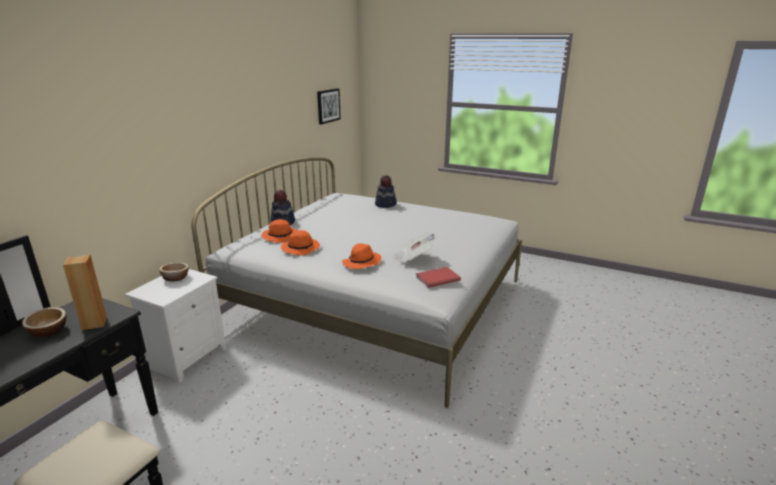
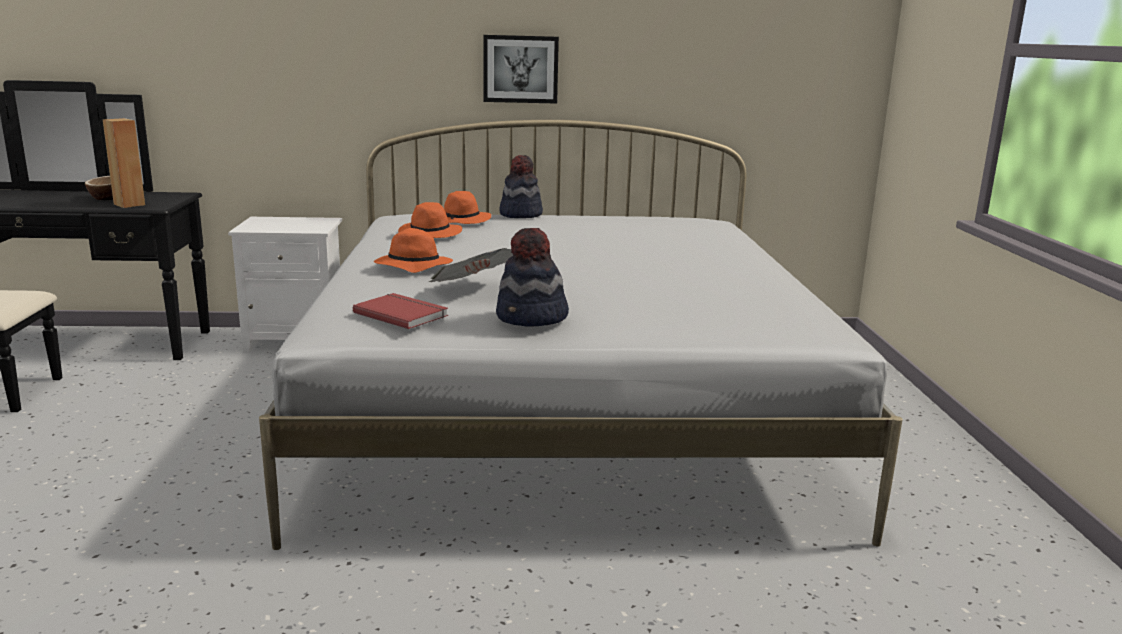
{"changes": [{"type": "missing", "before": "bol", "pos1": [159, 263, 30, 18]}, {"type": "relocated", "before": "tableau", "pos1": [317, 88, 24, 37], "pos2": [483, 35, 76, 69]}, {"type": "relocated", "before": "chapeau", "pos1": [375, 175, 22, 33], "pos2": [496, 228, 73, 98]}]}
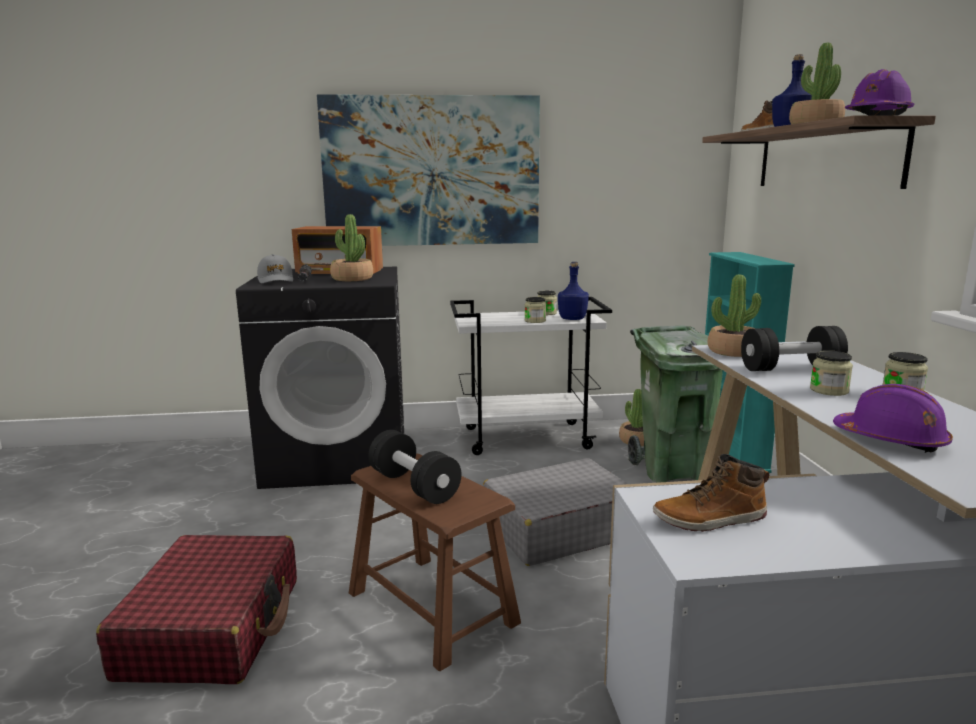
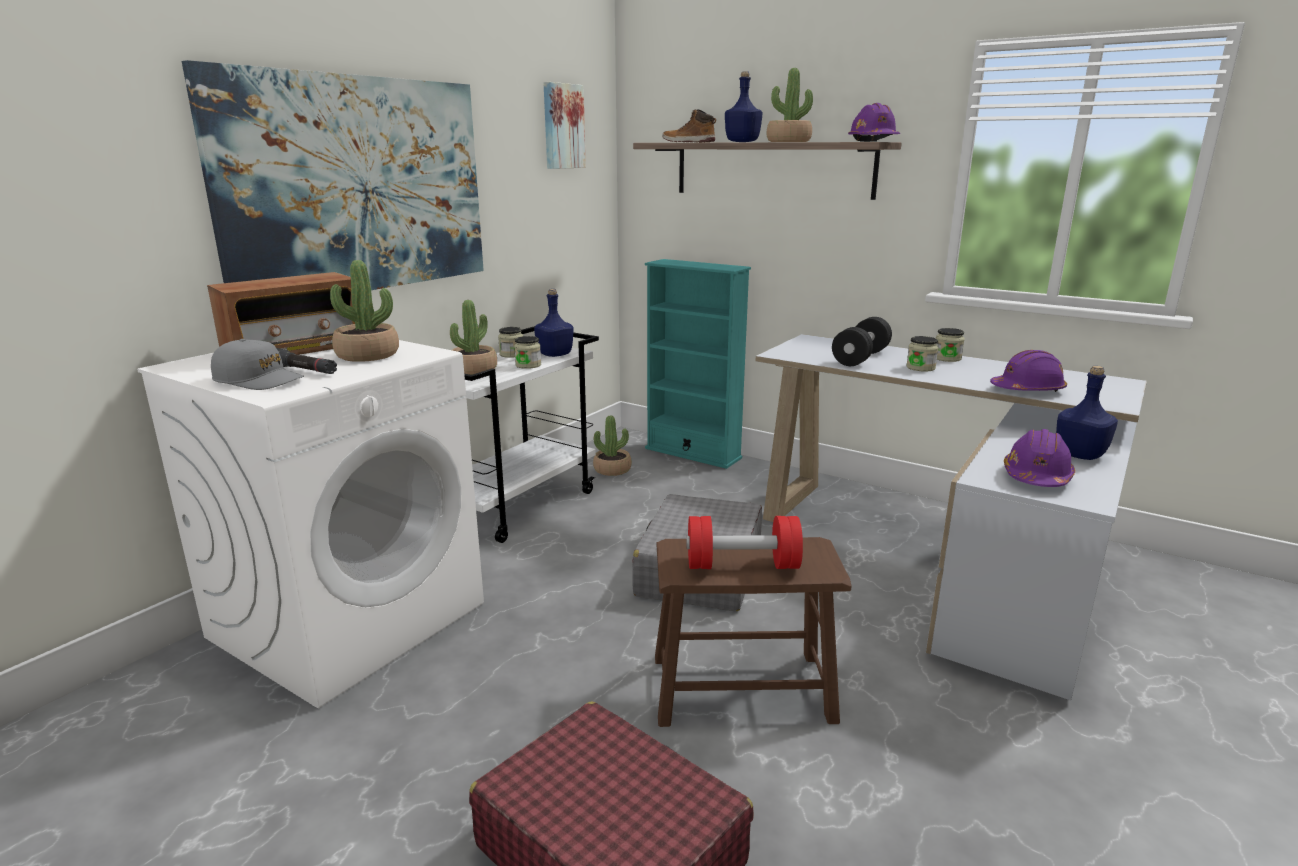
{"changes": [{"type": "missing", "before": "poubelle [vert]", "pos1": [628, 325, 95, 158]}, {"type": "appeared", "after": "tableau", "pos2": [543, 82, 43, 87]}, {"type": "appeared", "after": "bouteille [bleu]", "pos2": [1056, 366, 62, 94]}, {"type": "relocated", "before": "plante en pot", "pos1": [708, 275, 53, 82], "pos2": [450, 300, 47, 75]}, {"type": "exchanged", "before": "botte", "after": "casque de chantier [violet]", "pos1": [653, 454, 116, 78], "pos2": [1004, 429, 71, 58]}, {"type": "colour", "before": "lave-linge [noir]", "after": "lave-linge [blanc]", "pos1": [236, 267, 168, 222], "pos2": [137, 340, 347, 368]}, {"type": "colour", "before": "haltère [noir]", "after": "haltère [rouge]", "pos1": [368, 430, 94, 74], "pos2": [686, 516, 117, 53]}]}
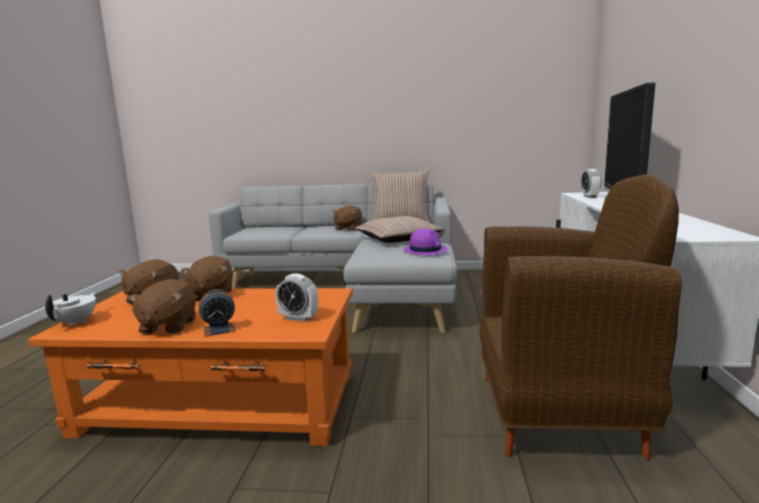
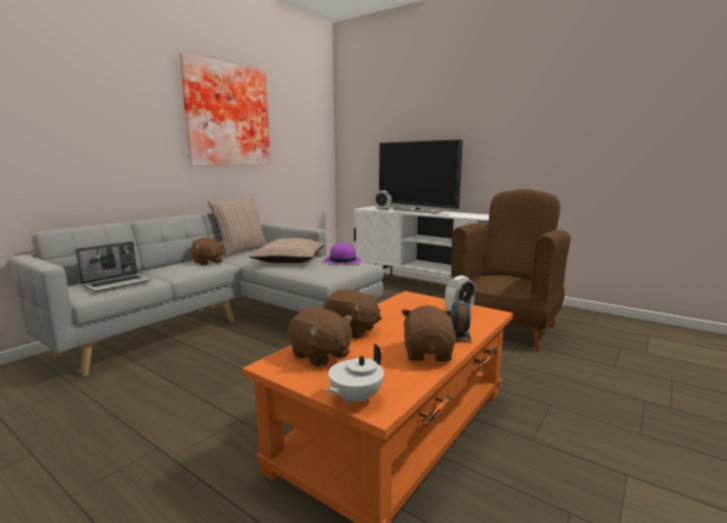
{"changes": [{"type": "appeared", "after": "ordinateur portable", "pos2": [76, 241, 76, 51]}, {"type": "appeared", "after": "tableau", "pos2": [179, 53, 92, 112]}, {"type": "spun", "before": "théière [blanc]", "pos1": [45, 292, 51, 35], "pos2": [325, 344, 59, 60], "turn": -90}, {"type": "spun", "before": "peluche [marron]", "pos1": [128, 279, 68, 55], "pos2": [401, 306, 55, 56], "turn": -120}]}
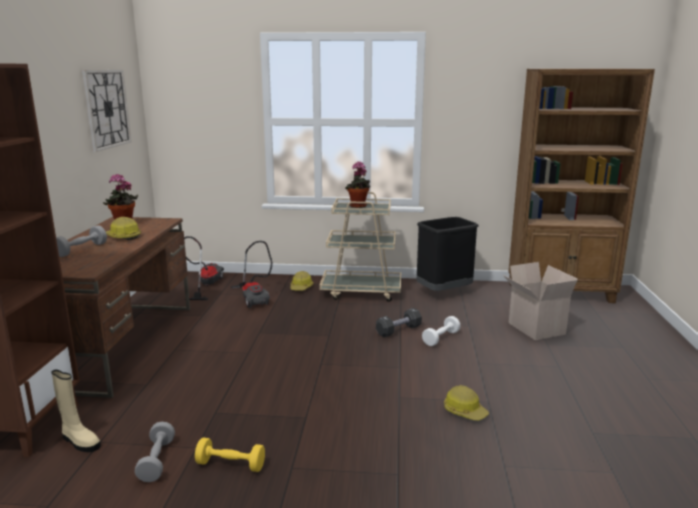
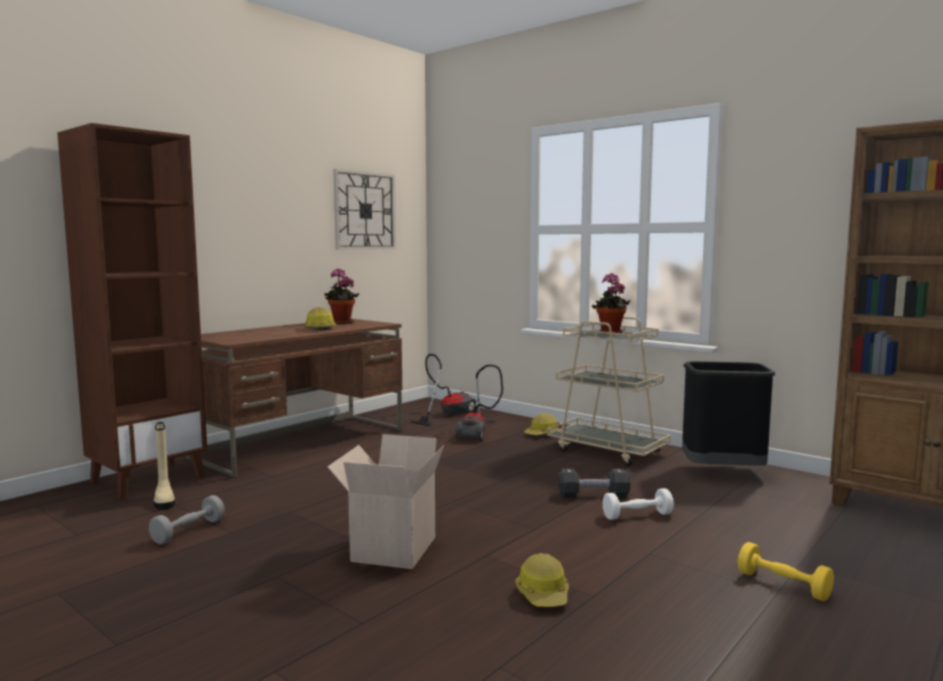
{"changes": [{"type": "missing", "before": "haltère [gris]", "pos1": [56, 225, 51, 32]}, {"type": "relocated", "before": "haltère [jaune]", "pos1": [195, 438, 70, 34], "pos2": [738, 542, 96, 59]}, {"type": "relocated", "before": "carton", "pos1": [503, 262, 75, 78], "pos2": [328, 434, 116, 135]}]}
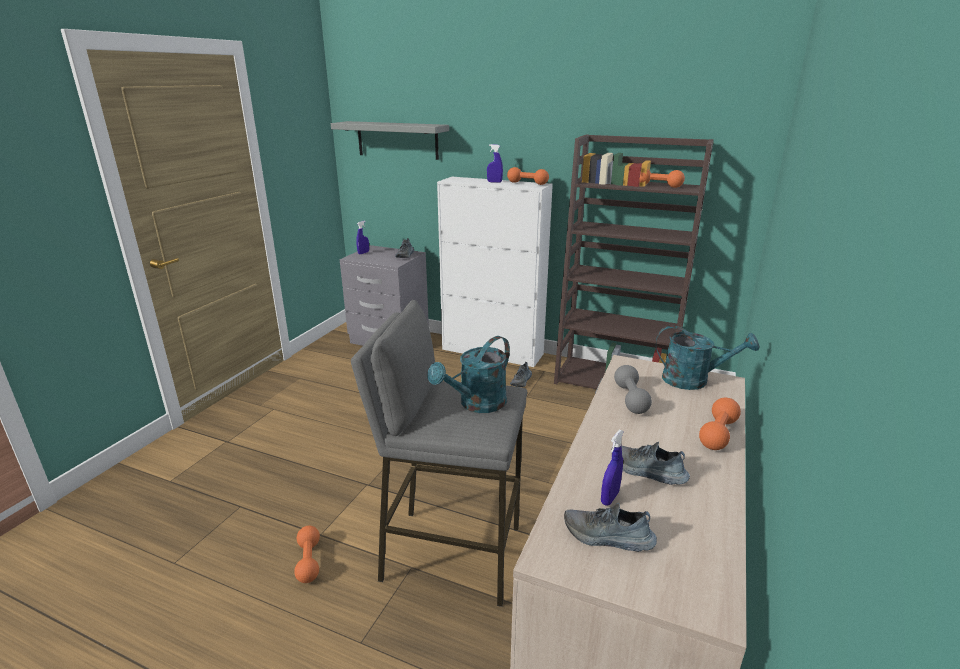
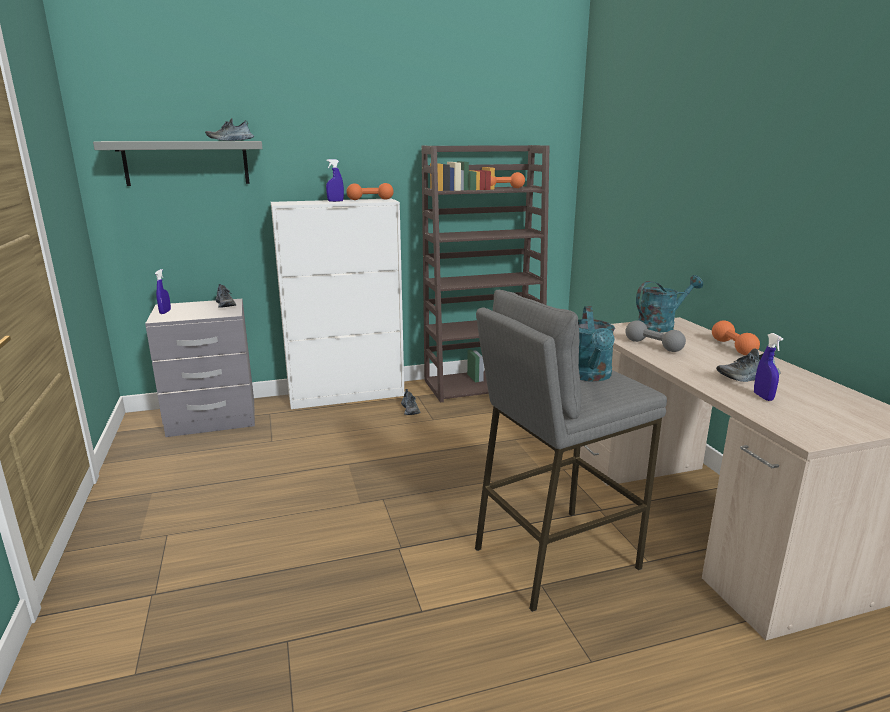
{"changes": [{"type": "missing", "before": "haltère [orange]", "pos1": [294, 525, 26, 58]}, {"type": "relocated", "before": "chaussure", "pos1": [564, 503, 93, 49], "pos2": [205, 118, 49, 23]}]}
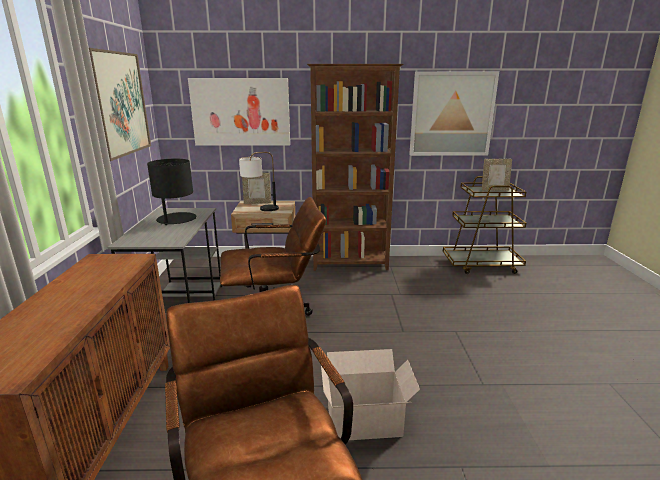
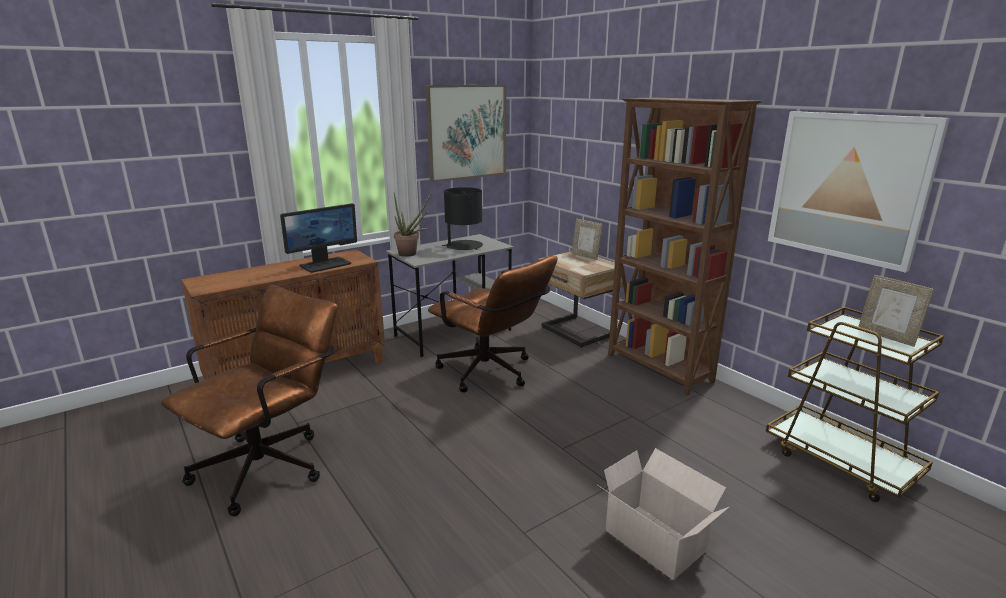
{"changes": [{"type": "missing", "before": "tableau", "pos1": [188, 78, 102, 68]}, {"type": "missing", "before": "lampe de table", "pos1": [239, 152, 40, 59]}, {"type": "appeared", "after": "écran d'ordinateur", "pos2": [280, 203, 77, 70]}, {"type": "appeared", "after": "plante en pot", "pos2": [394, 192, 39, 65]}, {"type": "relocated", "before": "carton", "pos1": [321, 349, 99, 91], "pos2": [598, 448, 131, 132]}]}
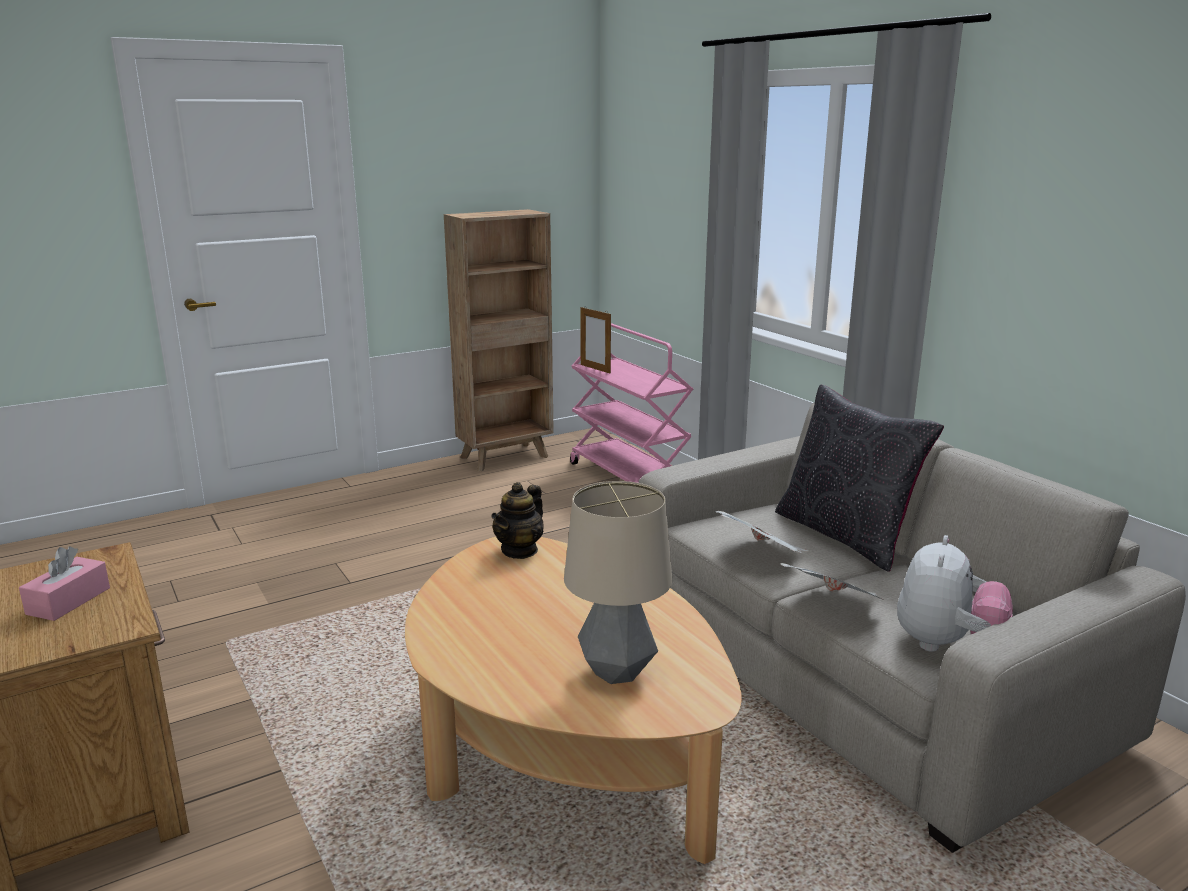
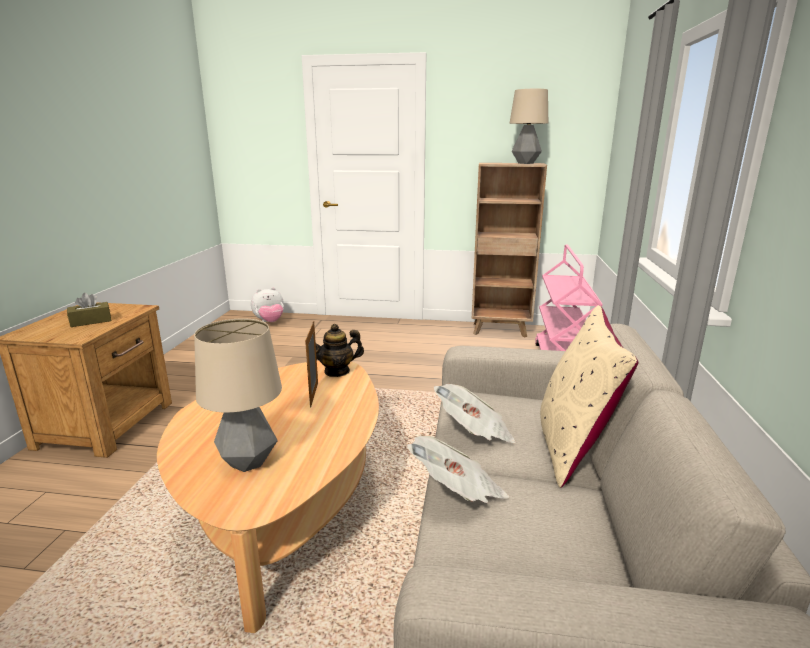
{"changes": [{"type": "appeared", "after": "lampe de table", "pos2": [509, 89, 39, 75]}, {"type": "relocated", "before": "cadre photo", "pos1": [580, 307, 31, 67], "pos2": [305, 321, 13, 87]}, {"type": "relocated", "before": "peluche", "pos1": [897, 535, 116, 117], "pos2": [251, 287, 33, 35]}, {"type": "colour", "before": "boîte à mouchoirs [rose]", "after": "boîte à mouchoirs [marron]", "pos1": [19, 546, 91, 75], "pos2": [67, 293, 44, 34]}, {"type": "colour", "before": "coussin [noir]", "after": "coussin [beige]", "pos1": [775, 385, 169, 187], "pos2": [540, 305, 99, 183]}]}
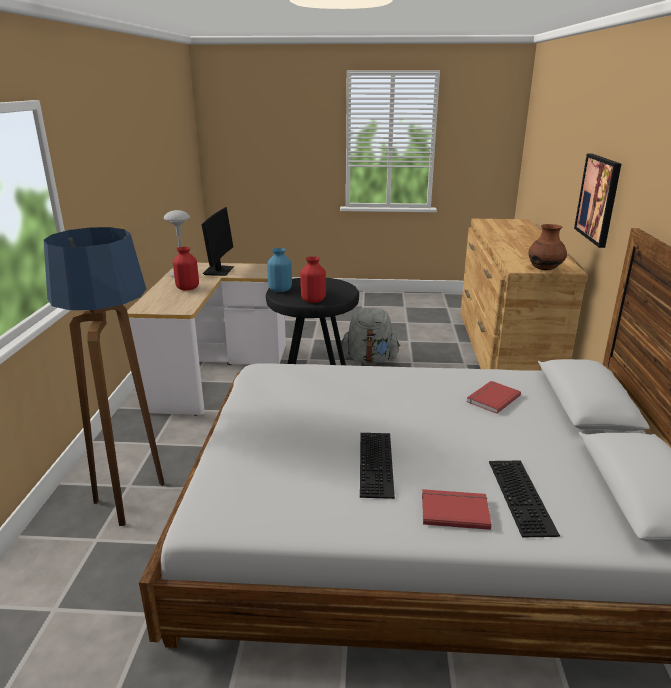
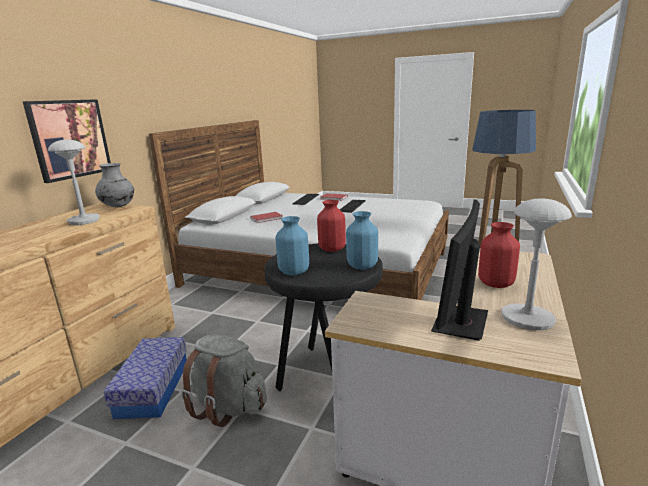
{"changes": [{"type": "appeared", "after": "lampe de table [gris]", "pos2": [48, 140, 52, 85]}, {"type": "appeared", "after": "boîte de rangement", "pos2": [103, 337, 84, 82]}, {"type": "appeared", "after": "vase [bleu]", "pos2": [276, 216, 33, 59]}, {"type": "colour", "before": "vase [marron]", "after": "vase [gris]", "pos1": [528, 224, 39, 46], "pos2": [95, 163, 39, 44]}]}
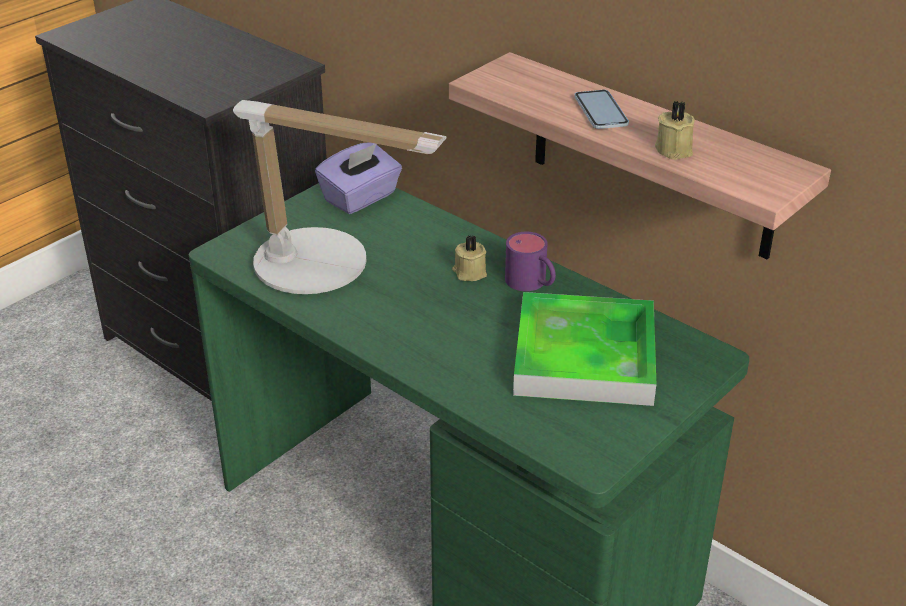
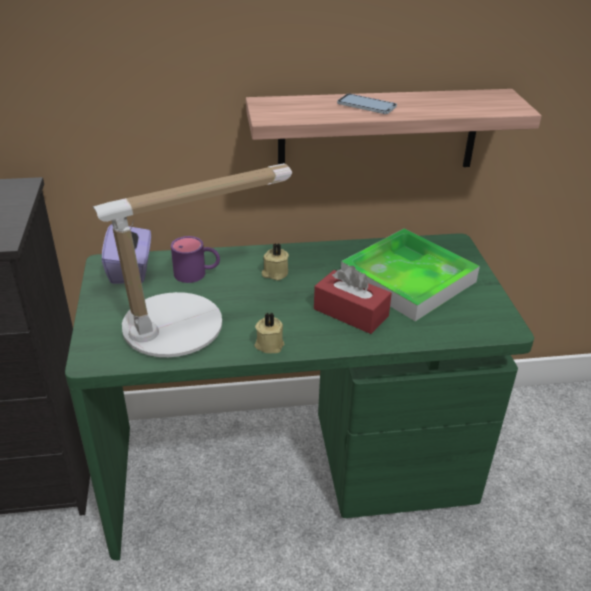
{"changes": [{"type": "appeared", "after": "boîte à mouchoirs [rouge]", "pos2": [314, 266, 78, 68]}, {"type": "relocated", "before": "mug [violet]", "pos1": [505, 232, 51, 59], "pos2": [171, 236, 49, 47]}, {"type": "relocated", "before": "bougie [beige]", "pos1": [655, 101, 40, 59], "pos2": [255, 313, 29, 40]}]}
